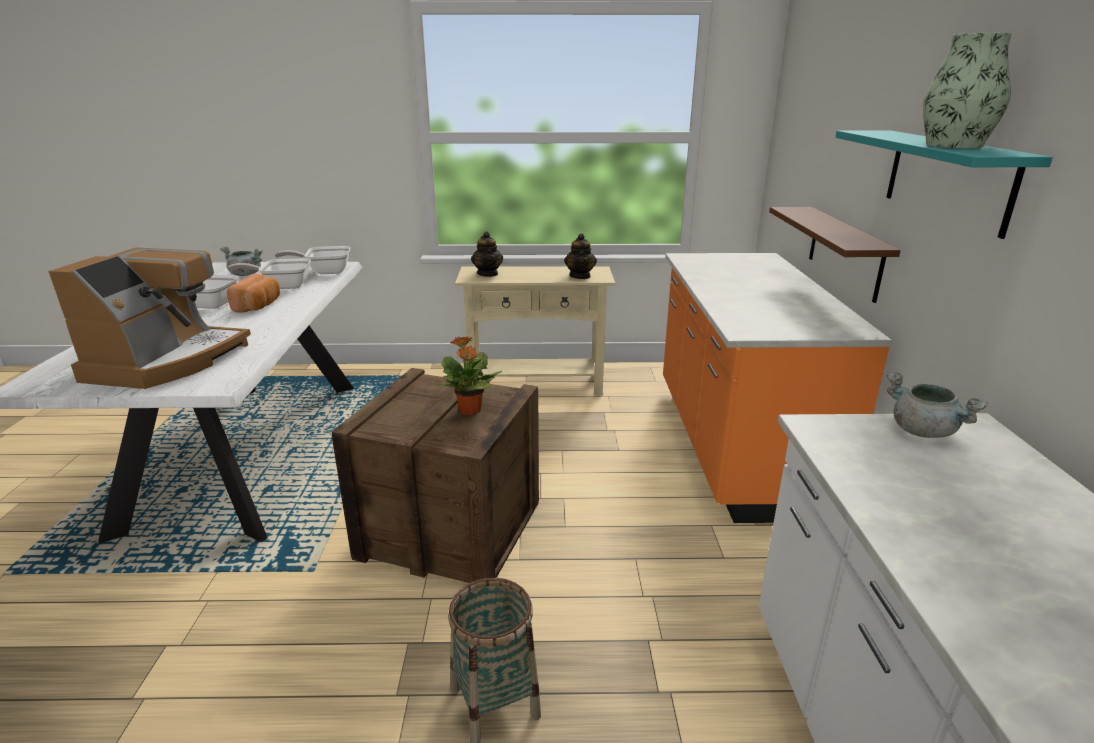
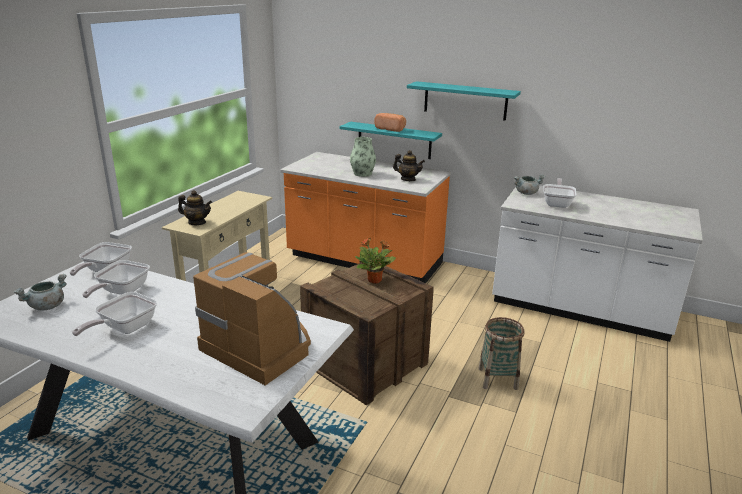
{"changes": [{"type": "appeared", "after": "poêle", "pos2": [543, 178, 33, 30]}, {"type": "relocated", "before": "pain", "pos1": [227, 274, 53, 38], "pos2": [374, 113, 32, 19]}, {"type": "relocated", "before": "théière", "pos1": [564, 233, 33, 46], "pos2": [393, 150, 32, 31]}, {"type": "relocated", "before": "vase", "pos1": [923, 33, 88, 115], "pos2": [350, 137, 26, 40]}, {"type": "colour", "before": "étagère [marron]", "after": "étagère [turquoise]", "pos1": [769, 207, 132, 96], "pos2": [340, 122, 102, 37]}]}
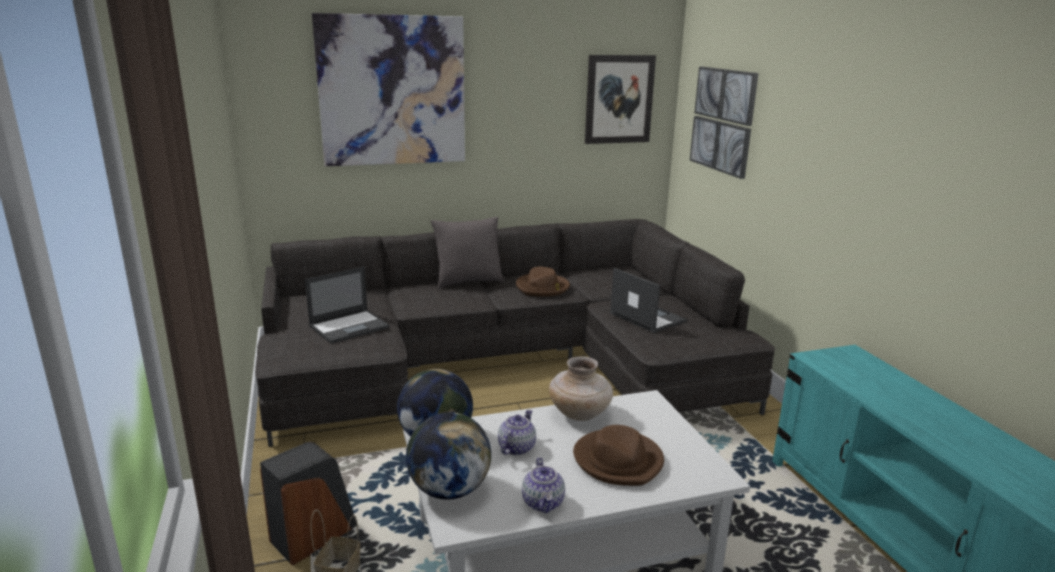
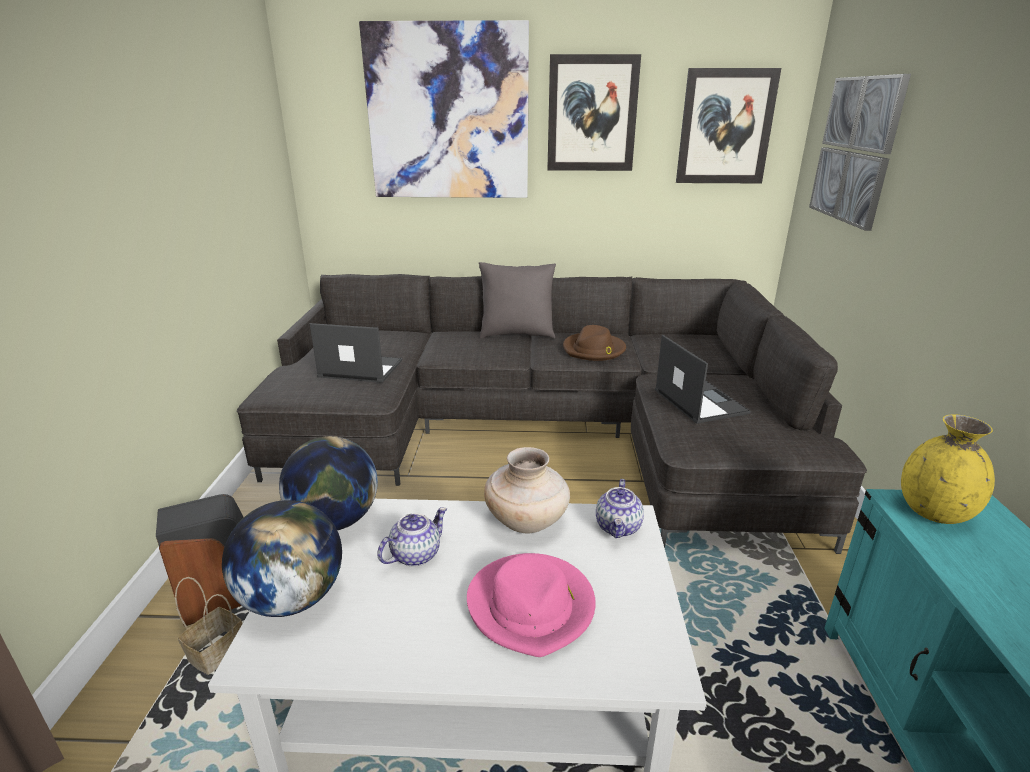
{"changes": [{"type": "appeared", "after": "tableau", "pos2": [547, 54, 94, 117]}, {"type": "appeared", "after": "vase [jaune]", "pos2": [901, 414, 94, 110]}, {"type": "relocated", "before": "théière", "pos1": [522, 457, 43, 56], "pos2": [596, 479, 48, 59]}, {"type": "colour", "before": "chapeau [marron]", "after": "chapeau [rose]", "pos1": [573, 425, 91, 61], "pos2": [467, 553, 129, 104]}, {"type": "spun", "before": "ordinateur portable", "pos1": [305, 267, 85, 77], "pos2": [310, 323, 92, 60], "turn": -150}]}
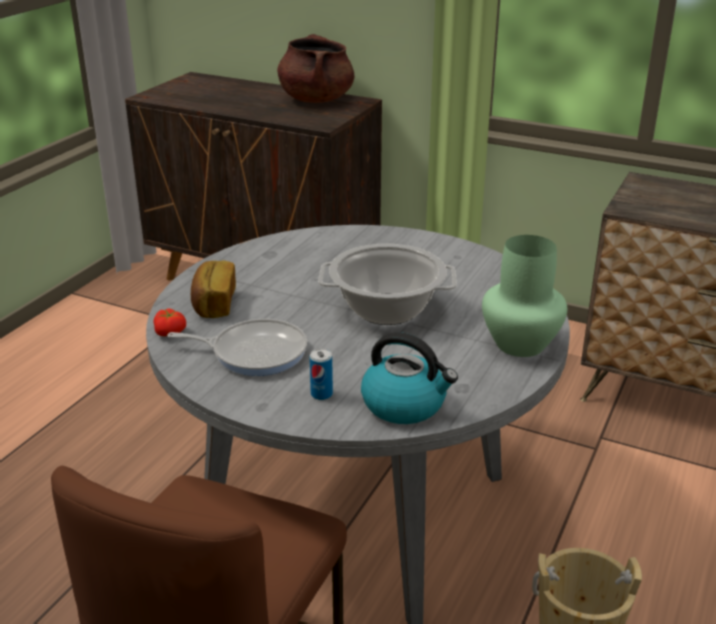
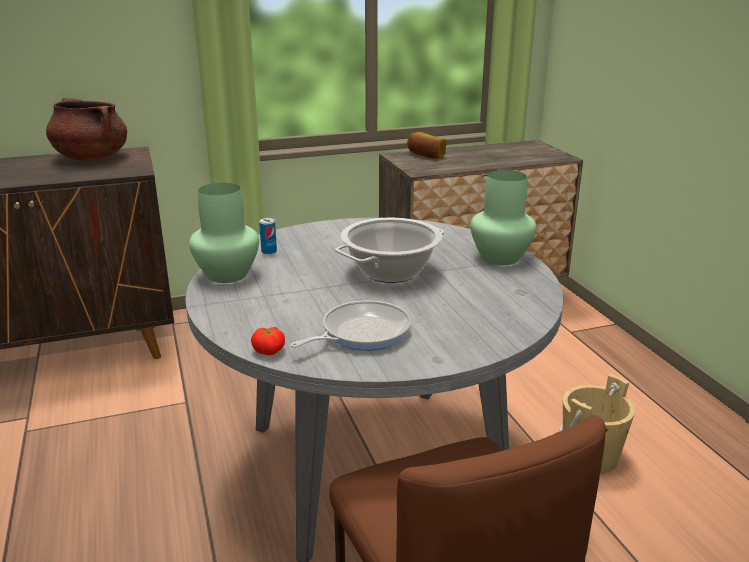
{"changes": [{"type": "missing", "before": "bouilloire", "pos1": [361, 332, 97, 92]}, {"type": "appeared", "after": "vase [vert]", "pos2": [189, 183, 70, 100]}, {"type": "relocated", "before": "pain", "pos1": [191, 260, 45, 58], "pos2": [407, 132, 40, 27]}, {"type": "relocated", "before": "boîte métallique", "pos1": [310, 349, 23, 51], "pos2": [259, 218, 18, 36]}]}
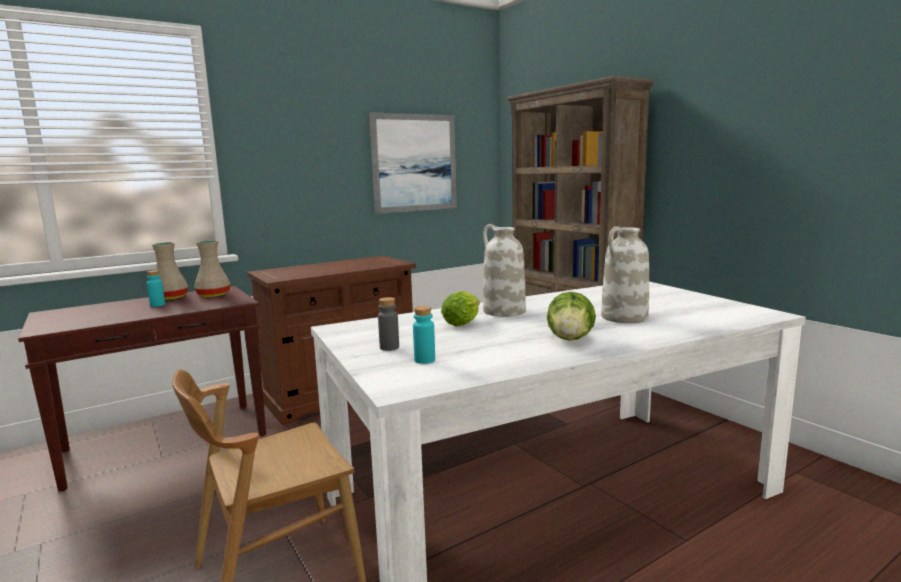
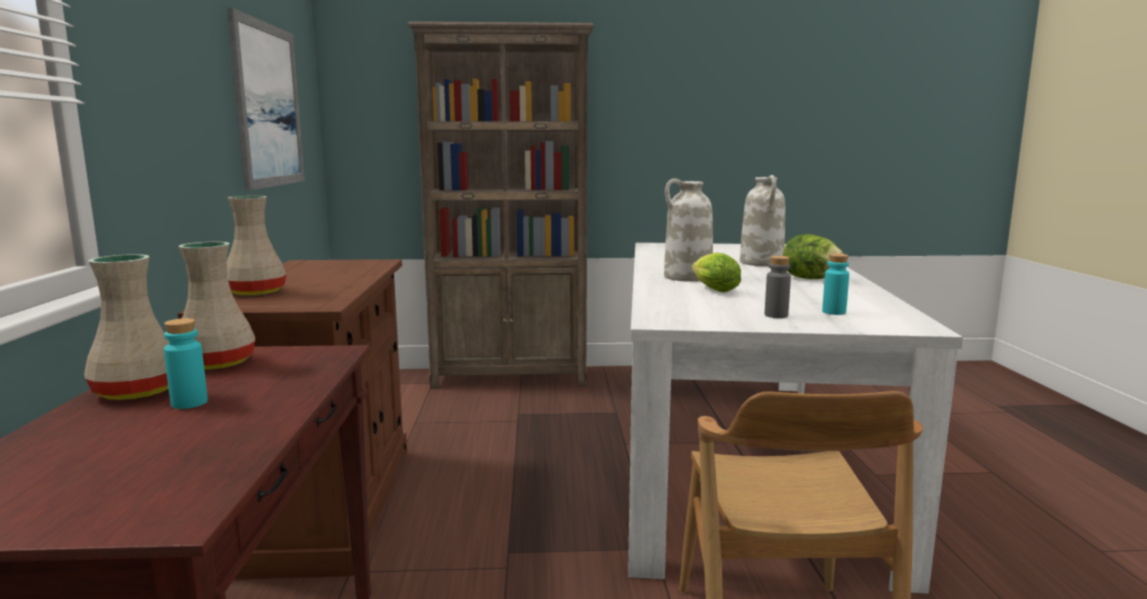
{"changes": [{"type": "appeared", "after": "vase [beige]", "pos2": [227, 196, 60, 100]}]}
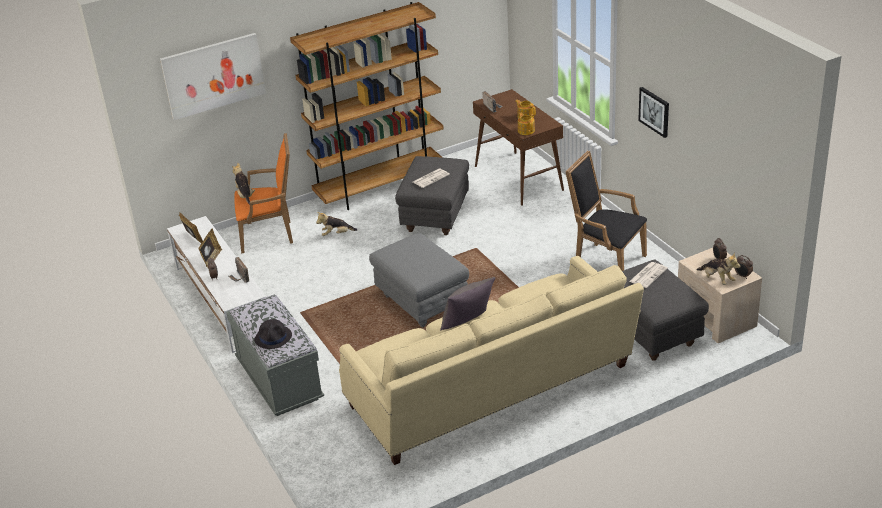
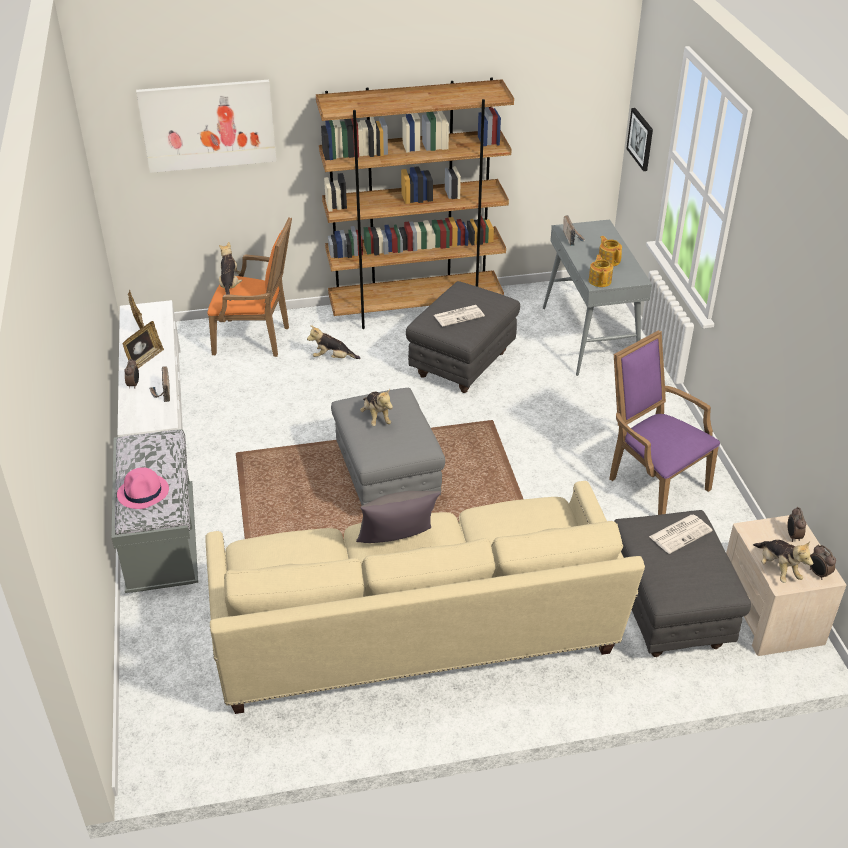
{"changes": [{"type": "appeared", "after": "peluche", "pos2": [360, 389, 33, 37]}, {"type": "relocated", "before": "tableau", "pos1": [638, 87, 31, 51], "pos2": [626, 108, 27, 63]}, {"type": "colour", "before": "chapeau [noir]", "after": "chapeau [rose]", "pos1": [254, 319, 38, 30], "pos2": [117, 467, 52, 42]}, {"type": "colour", "before": "table console [marron]", "after": "table console [gris]", "pos1": [473, 89, 91, 117], "pos2": [543, 219, 109, 157]}, {"type": "colour", "before": "fauteuil [noir]", "after": "fauteuil [violet]", "pos1": [565, 150, 82, 121], "pos2": [609, 330, 111, 185]}]}
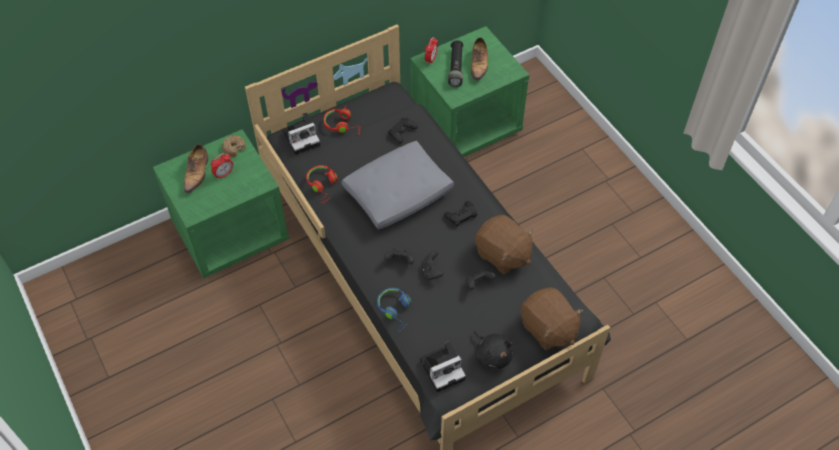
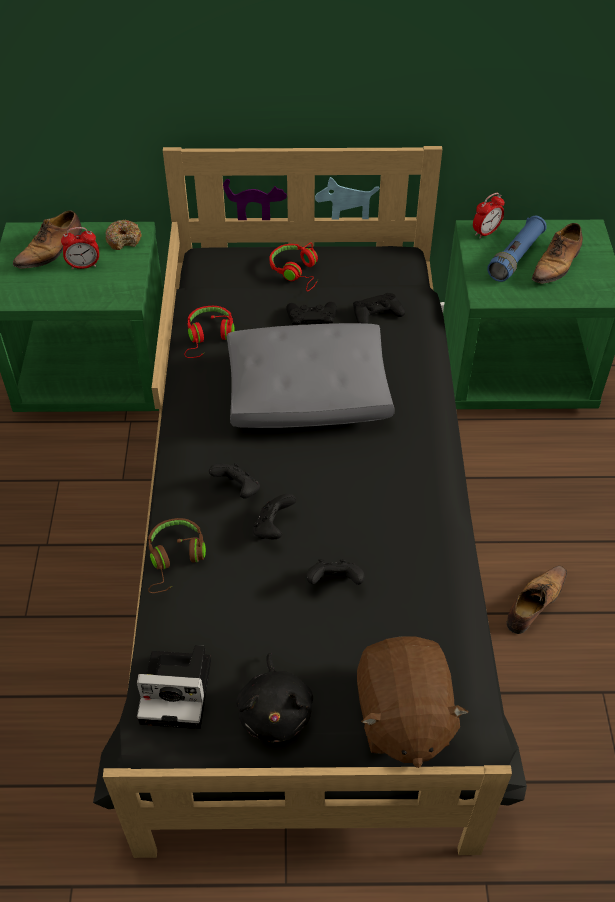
{"changes": [{"type": "missing", "before": "appareil photo", "pos1": [282, 113, 38, 42]}, {"type": "missing", "before": "peluche [marron]", "pos1": [475, 215, 59, 59]}, {"type": "appeared", "after": "chaussure", "pos2": [506, 566, 61, 68]}, {"type": "relocated", "before": "manette [noir]", "pos1": [444, 201, 33, 25], "pos2": [286, 302, 51, 23]}, {"type": "colour", "before": "casque audio [bleu]", "after": "casque audio [marron]", "pos1": [377, 288, 34, 44], "pos2": [148, 518, 58, 75]}, {"type": "colour", "before": "lampe de poche [noir]", "after": "lampe de poche [bleu]", "pos1": [448, 40, 15, 47], "pos2": [487, 216, 60, 66]}]}
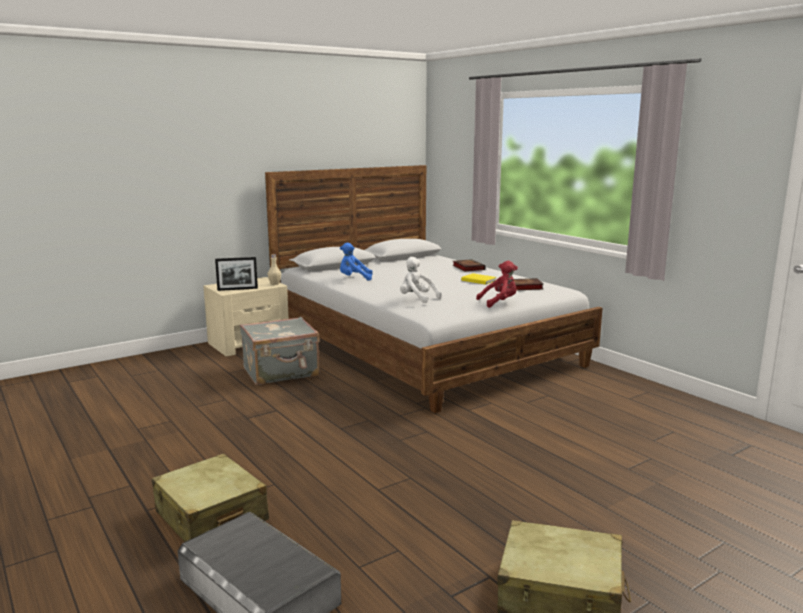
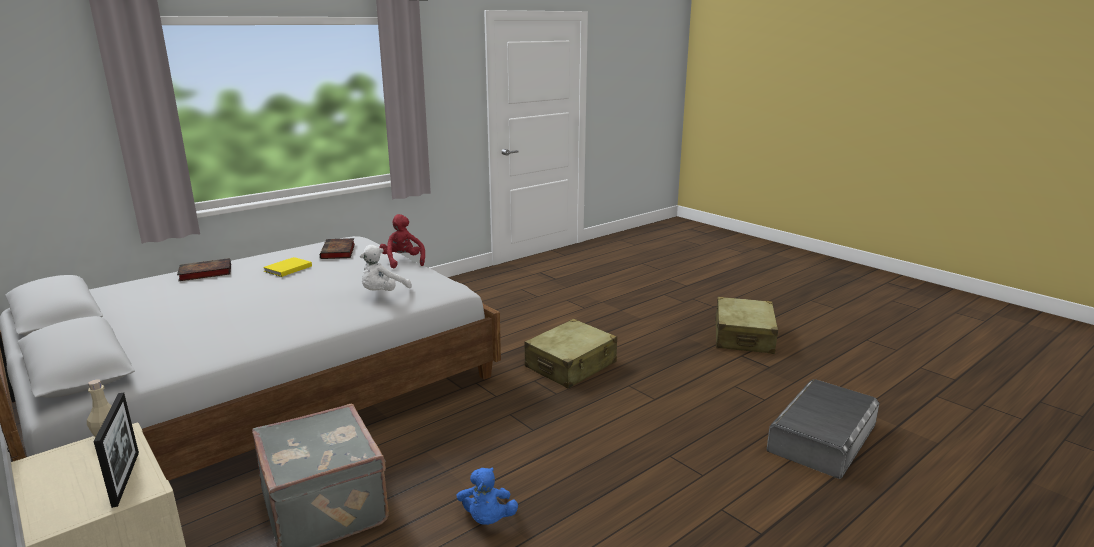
{"changes": [{"type": "relocated", "before": "valise [beige]", "pos1": [152, 453, 117, 89], "pos2": [524, 319, 93, 70]}, {"type": "relocated", "before": "peluche [bleu]", "pos1": [340, 243, 33, 38], "pos2": [457, 468, 61, 57]}]}
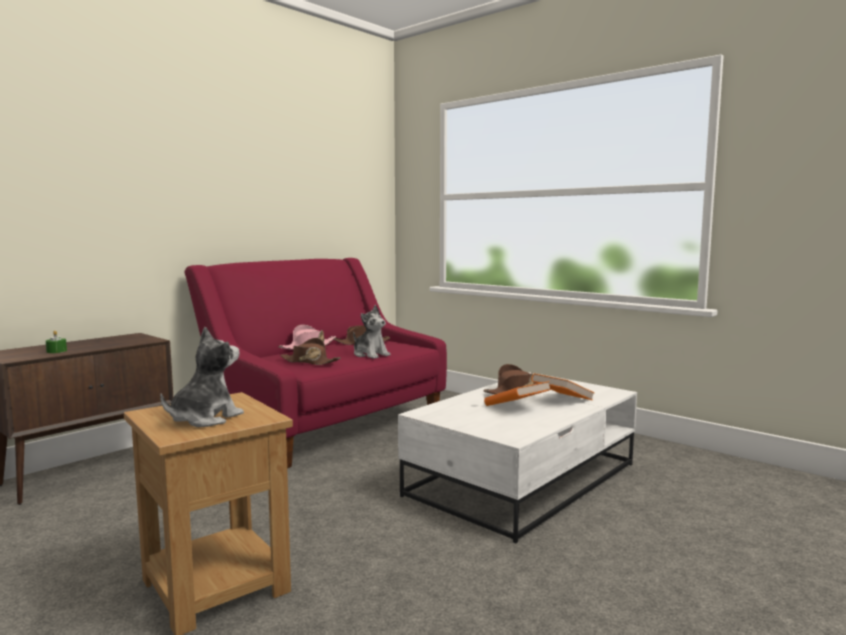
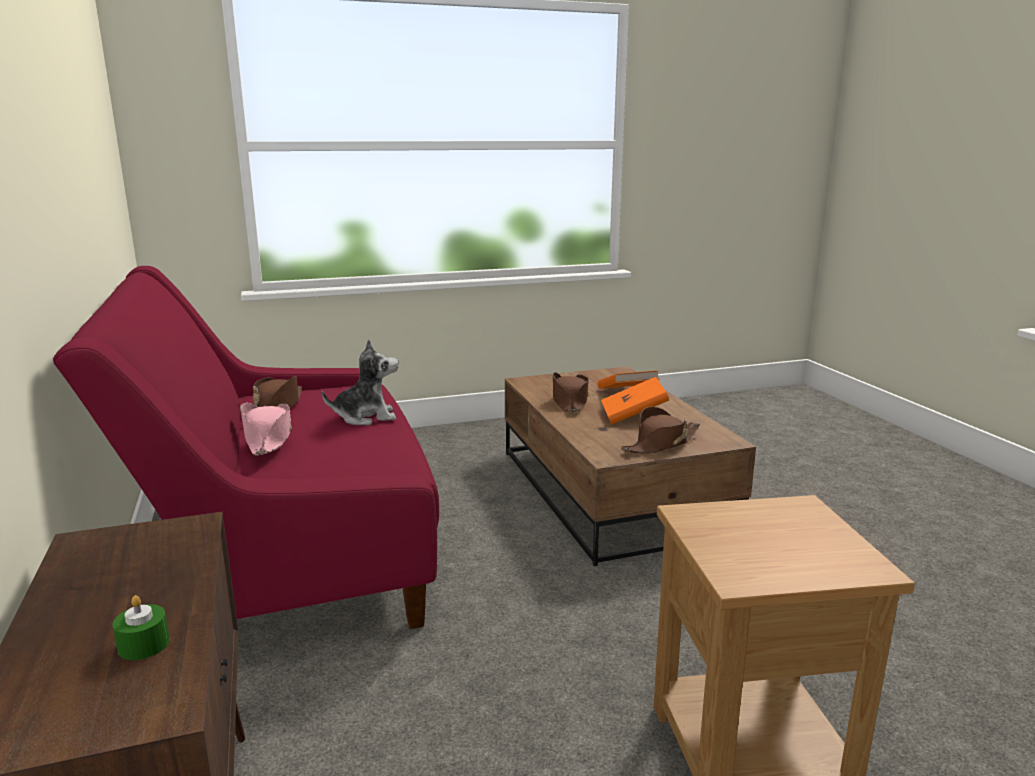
{"changes": [{"type": "missing", "before": "peluche", "pos1": [160, 327, 84, 100]}, {"type": "relocated", "before": "chapeau [marron]", "pos1": [280, 338, 61, 27], "pos2": [621, 407, 79, 47]}, {"type": "colour", "before": "table basse [blanc]", "after": "table basse [marron]", "pos1": [398, 372, 239, 171], "pos2": [505, 366, 251, 200]}]}
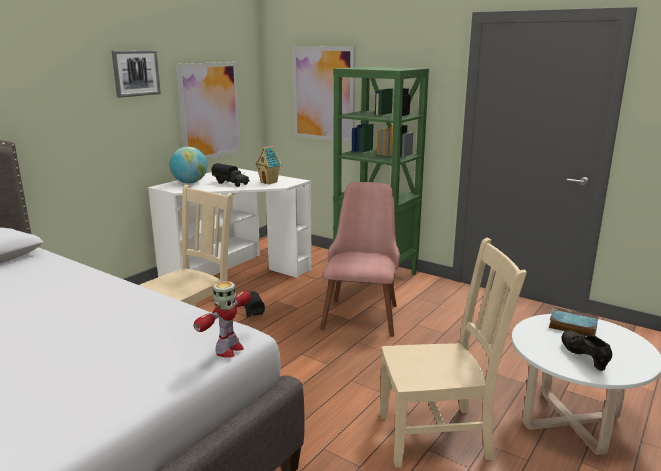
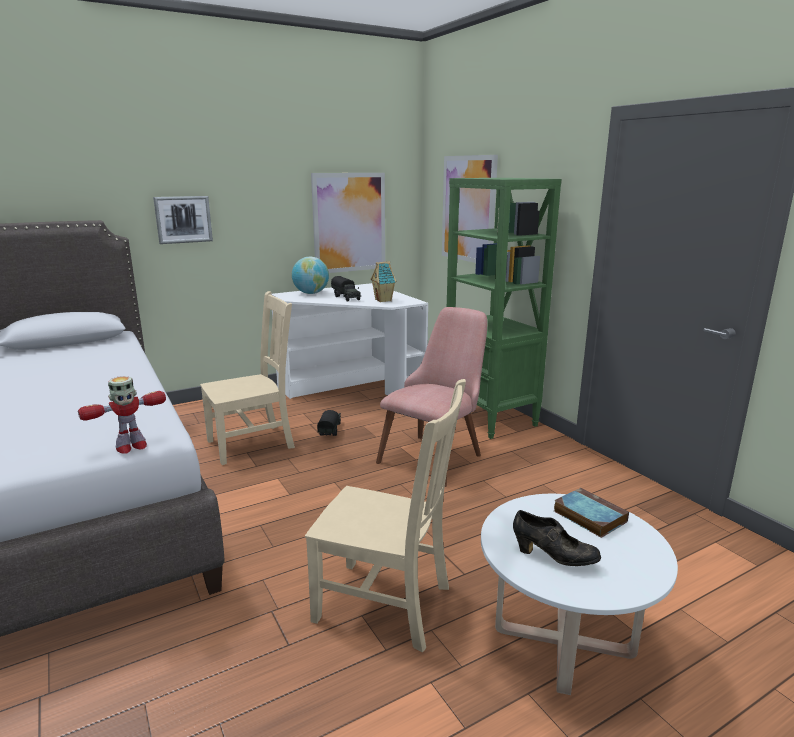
{"changes": [{"type": "relocated", "before": "tableau", "pos1": [111, 50, 50, 48], "pos2": [153, 196, 60, 48]}, {"type": "spun", "before": "chaussure [noir]", "pos1": [561, 330, 51, 41], "pos2": [513, 510, 88, 56], "turn": 105}]}
